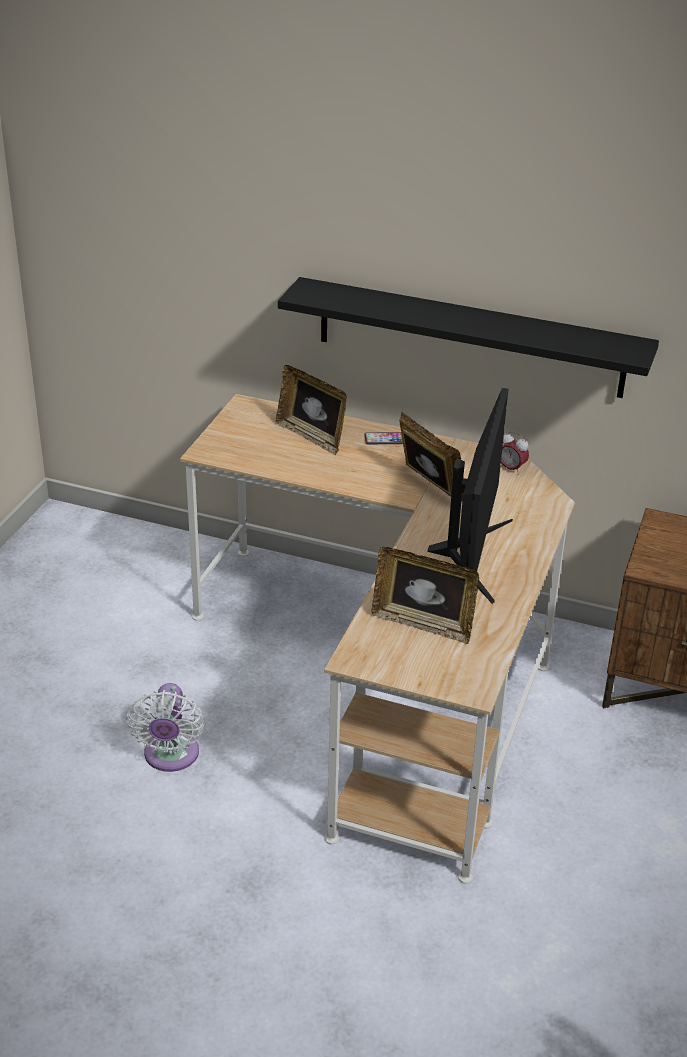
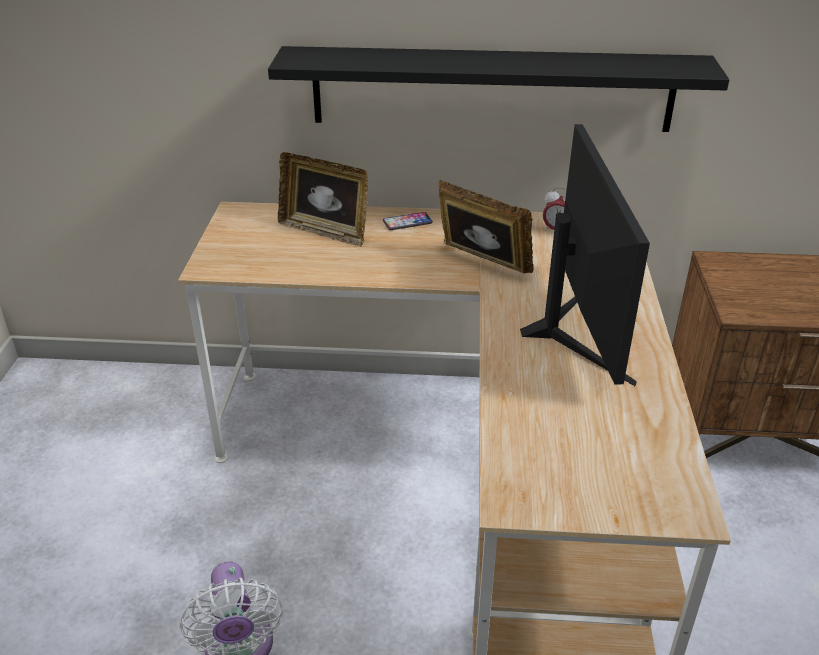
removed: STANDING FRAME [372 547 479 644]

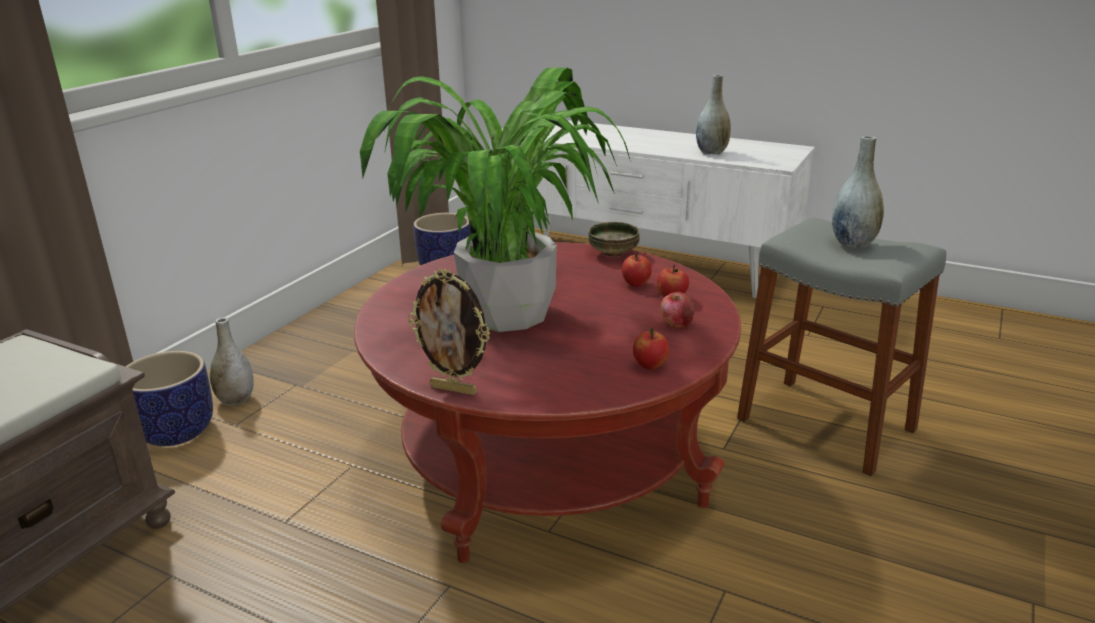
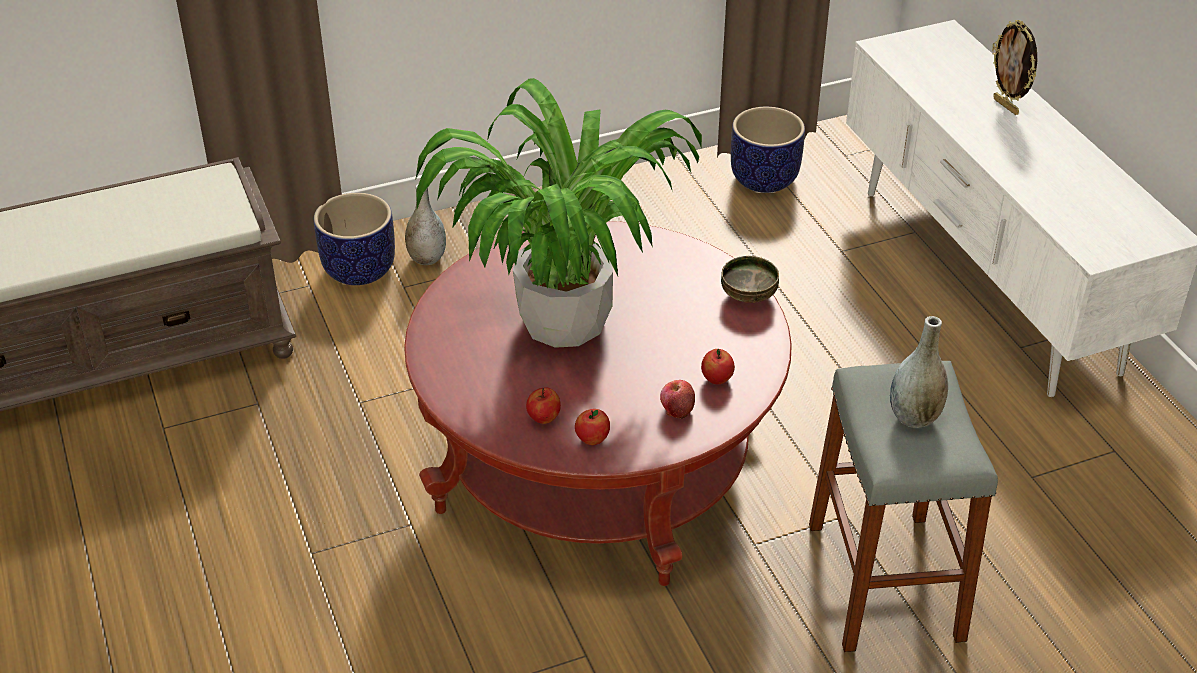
removed: GREYISH FLOWER VASE [696 75 731 155]
moved: APPLE FRUIT [622 251 652 287] to [526 388 561 424]; STANDING FRAME [408 269 490 395] to [992 20 1037 115]

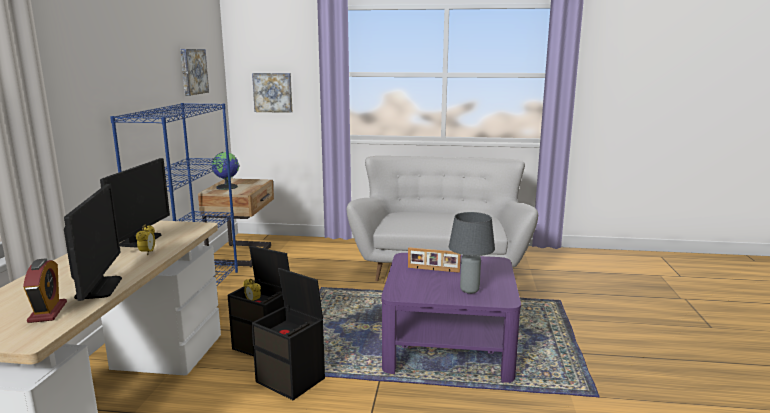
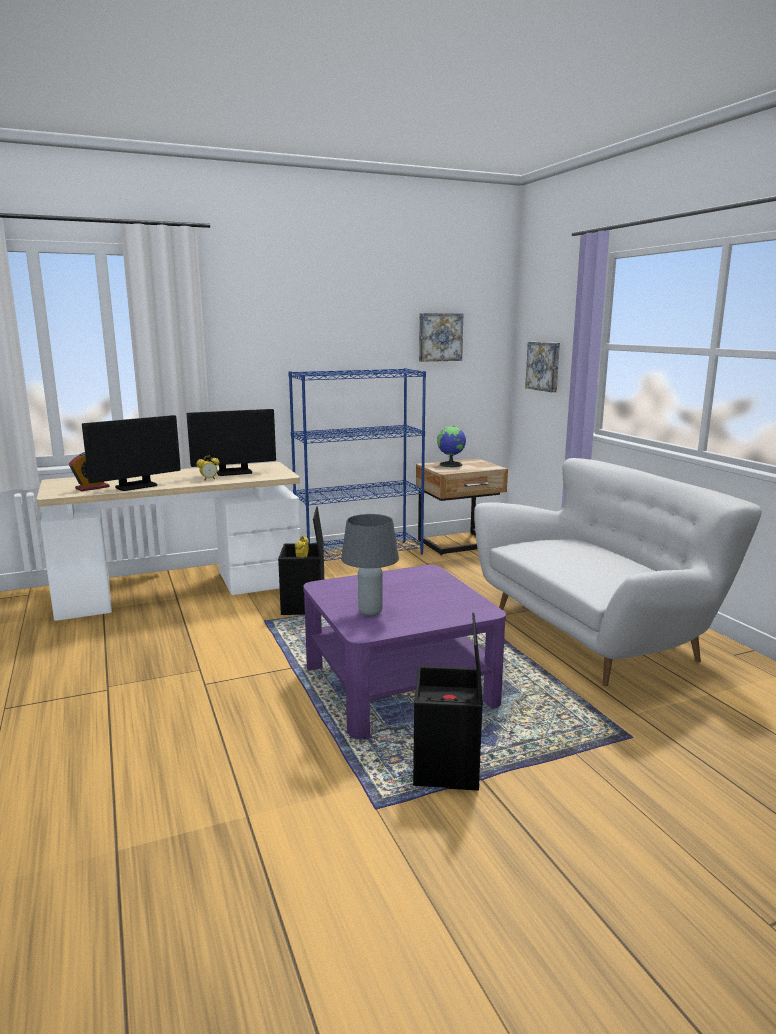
removed: STANDING FRAME [408 247 461 273]
moved: BLACKISH STORAGE BIN [251 268 325 400] to [413 613 483 791]

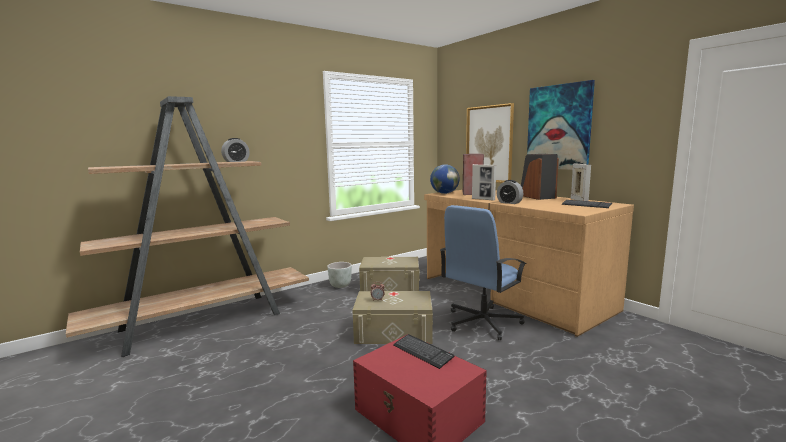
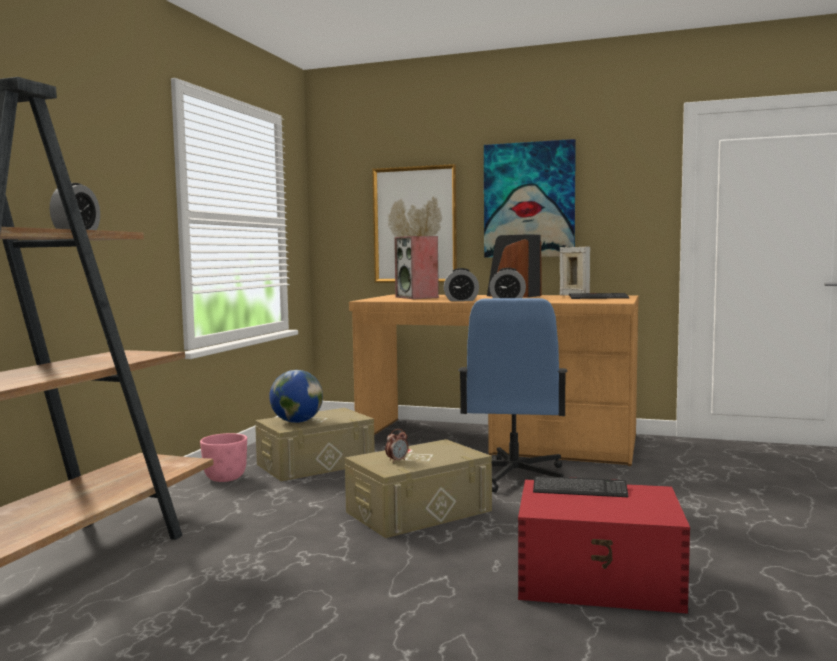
moved: DESK GLOBE [430 164 460 194] to [269 370 323 423]
replaced: STANDING FRAME [472 164 497 201] to TABLE CLOCK [444 268 479 301]
recoloured: GREYISH PLANT POT [327 262 352 288] to PINK-COLOURED PLANT POT [200 433 247 482]

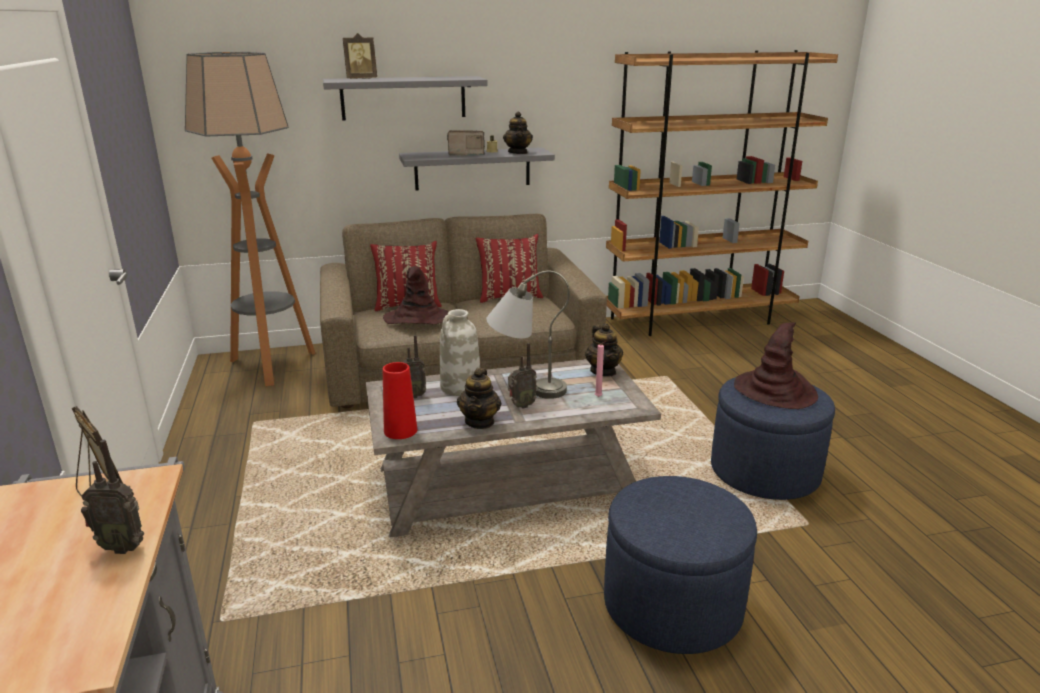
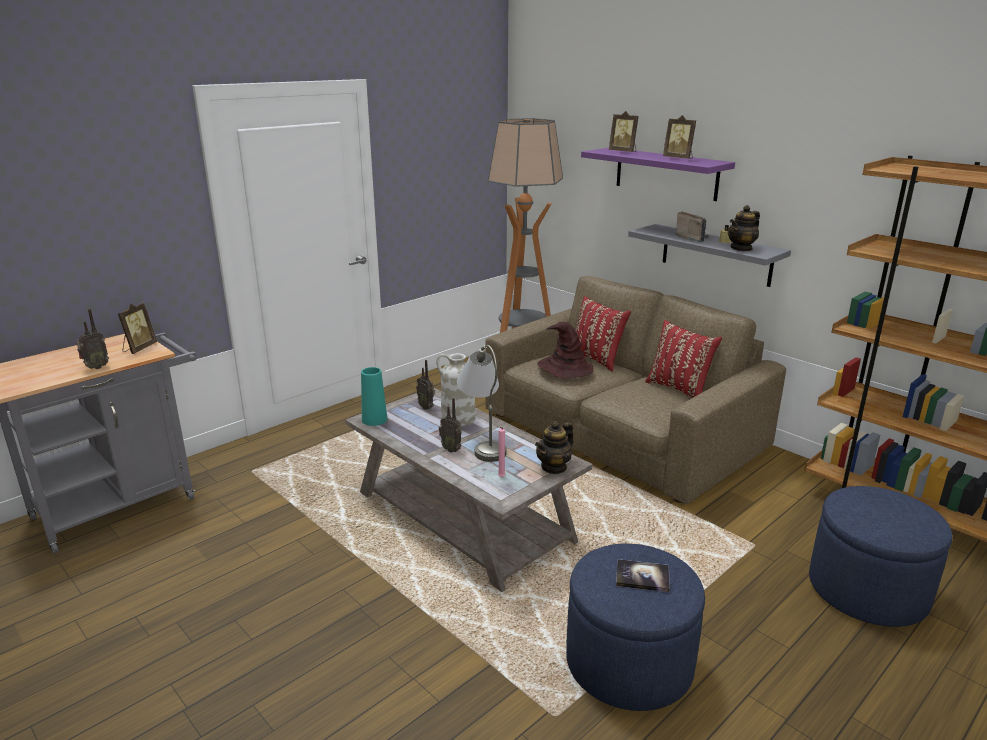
removed: TEA POT [457 368 501 429]
added: STANDING FRAME [663 115 696 159]
moved: BLUE POUFFE [604 476 757 654] to [809 486 952 627]
replaced: BROWNISH HAT [734 322 818 409] to BOUND BOOK [616 559 670 592]
recoloured: GREYISH SHELF [323 76 488 120] to PURPLISH SHELF [581 148 735 201]; RED FLOWER VASE [383 362 417 439] to TURQUOISE FLOWER VASE [361 367 387 426]
turned: RADIO [81 440 144 554] = [76 309 109 369] 105 degrees counterclockwise

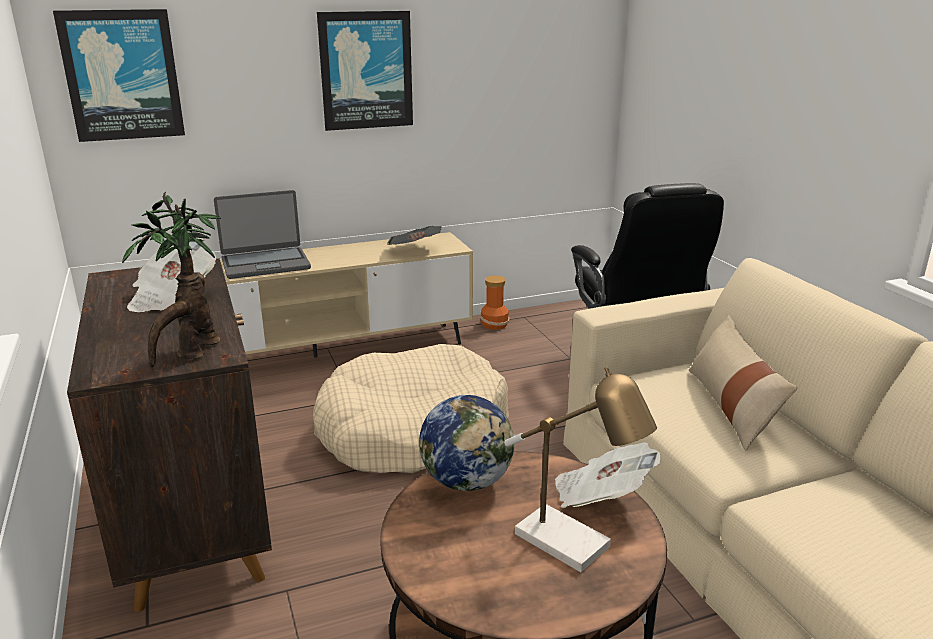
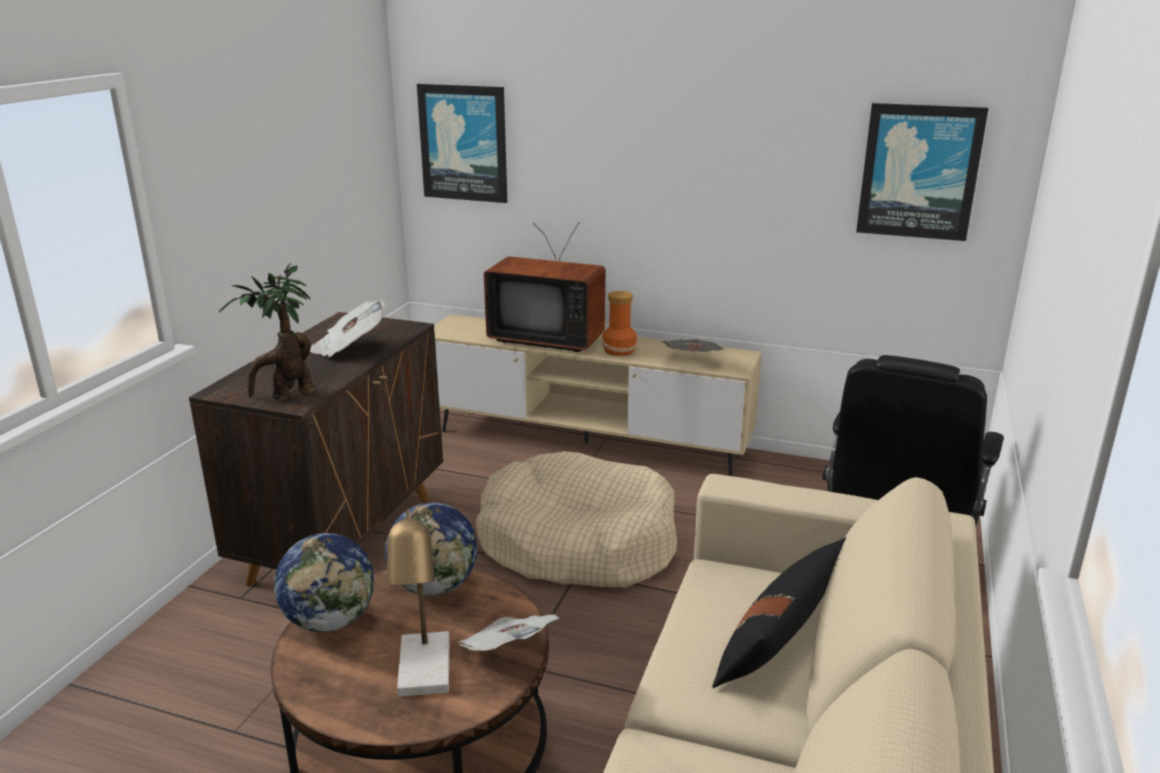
added: DESK GLOBE [274 533 374 632]
moved: PICTURE [317 11 413 131] to [856 103 989 241]; FLOWER VASE [480 276 509 330] to [601 291 638 356]
replaced: LAPTOP [214 190 311 279] to TV [484 222 605 352]
recoloured: BEIGE CUSHION [689 315 798 451] to BLACKISH CUSHION [712 537 846 688]

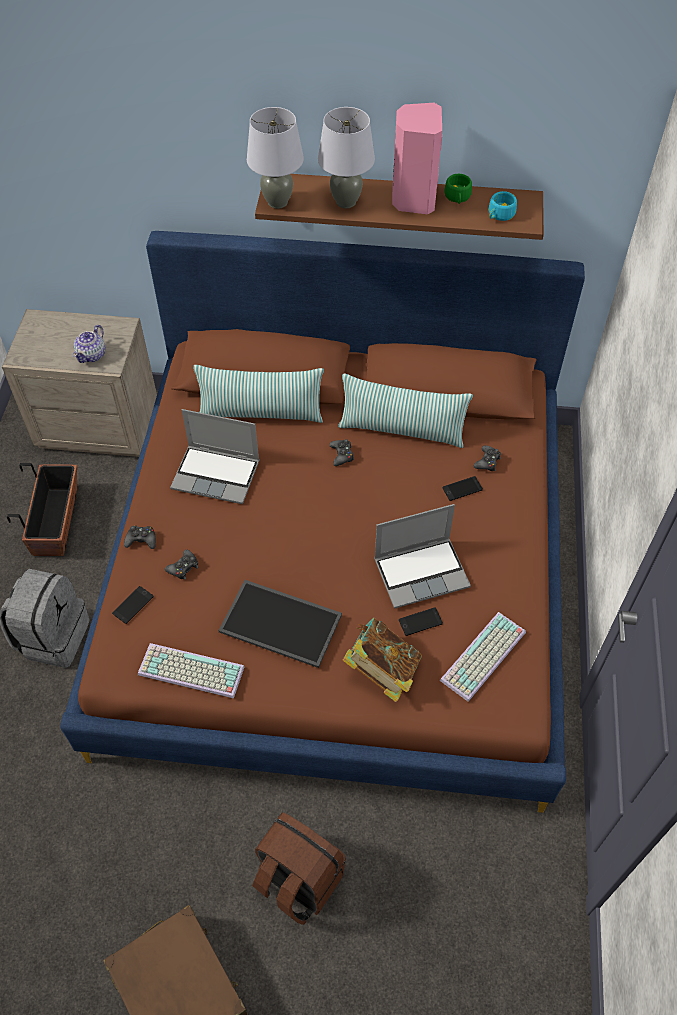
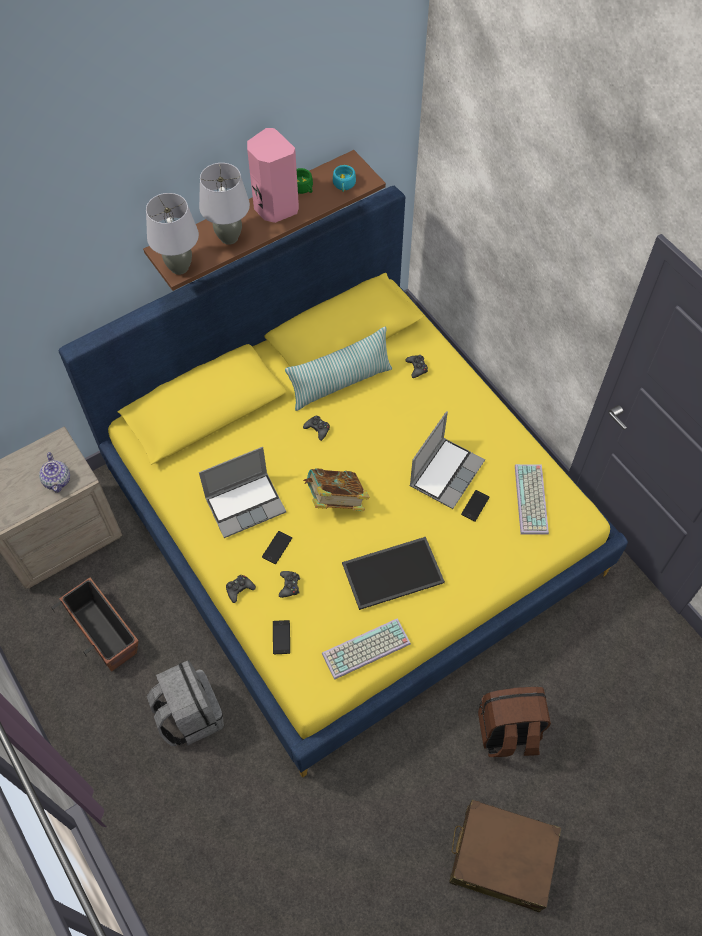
removed: CUSHION [193 365 324 423]
moved: TELEPHONE [443 476 483 501] to [262 531 292 564]; BOUND BOOK [343 618 422 702] to [303 468 369 511]
recoloured: BROWNISH SLEEPING BED [60 231 585 813] to YELLOW SLEEPING BED [58 186 628 777]

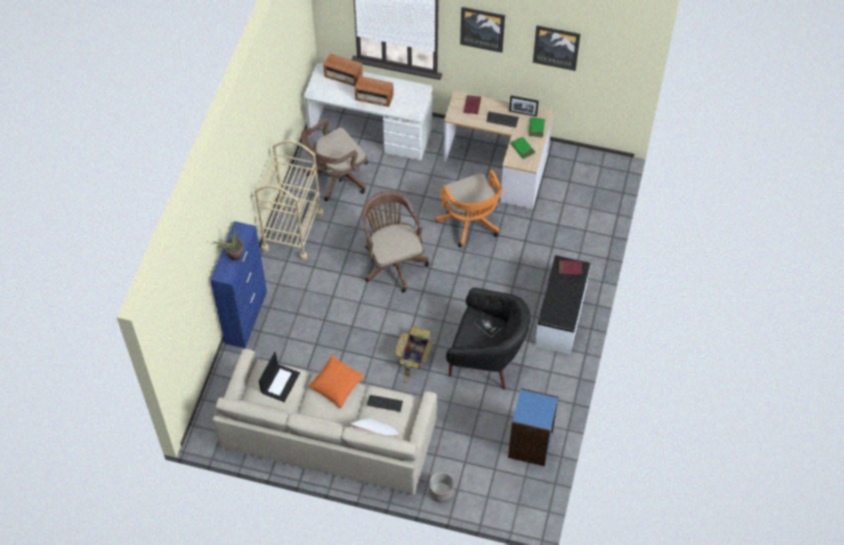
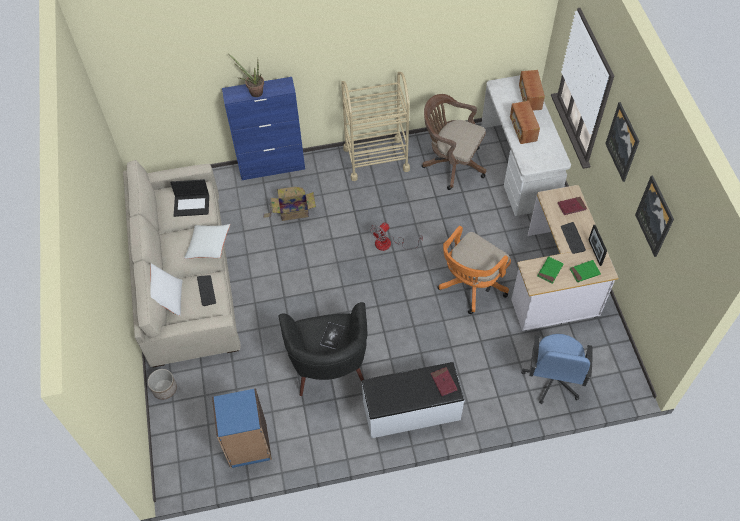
added: BLUE COMPUTER CHAIR [521 334 593 404]
moved: PACKING BOX [394 326 434 383] to [263 186 316 221]
replaced: BROWNISH COMPUTER CHAIR [362 191 429 293] to ELECTRIC FAN [370 222 423 251]
recoloured: ORANGE-COLOURED CUSHION [308 354 364 409] to WHITE CUSHION [184 224 230 259]

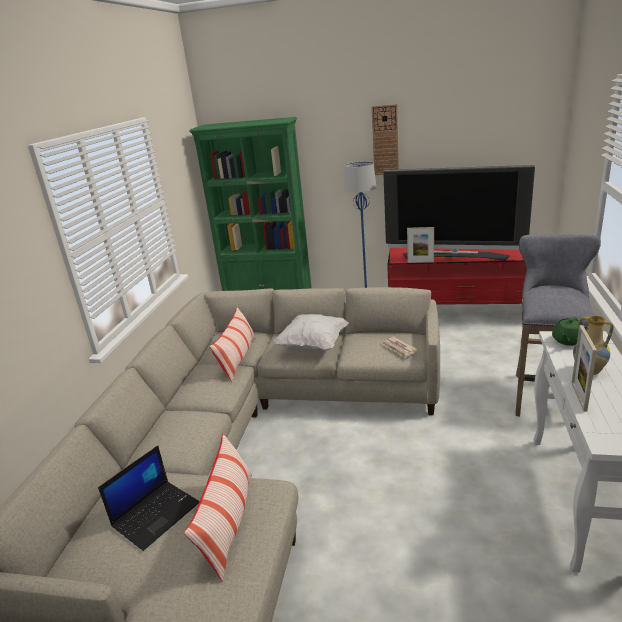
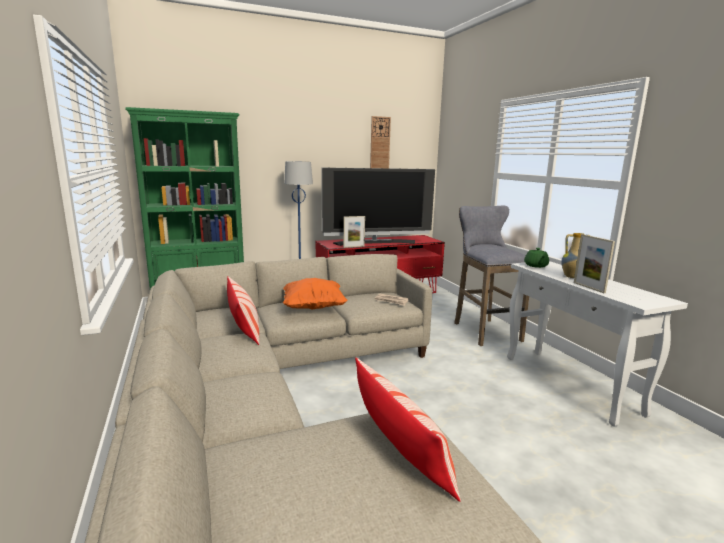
removed: LAPTOP [98 445 200 551]
moved: HANGING CLOCK [371 104 399 175] to [370 116 391 168]
recoloured: WHITE CUSHION [274 314 349 351] to ORANGE-COLOURED CUSHION [282 278 348 309]

